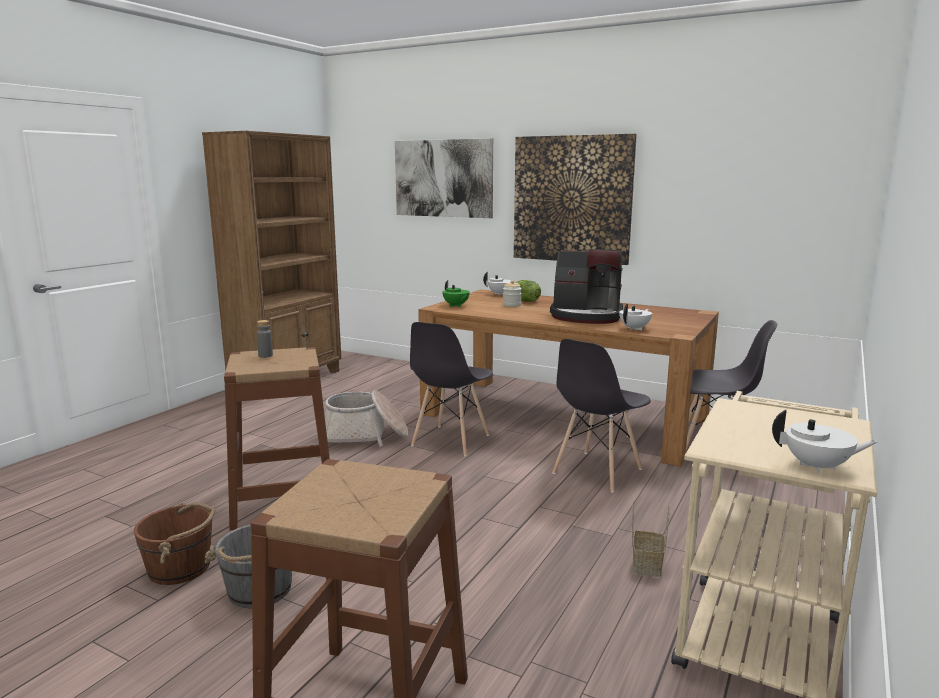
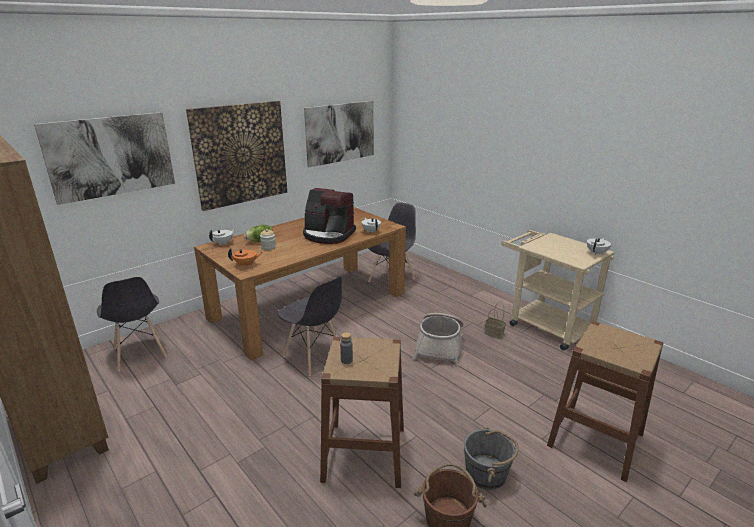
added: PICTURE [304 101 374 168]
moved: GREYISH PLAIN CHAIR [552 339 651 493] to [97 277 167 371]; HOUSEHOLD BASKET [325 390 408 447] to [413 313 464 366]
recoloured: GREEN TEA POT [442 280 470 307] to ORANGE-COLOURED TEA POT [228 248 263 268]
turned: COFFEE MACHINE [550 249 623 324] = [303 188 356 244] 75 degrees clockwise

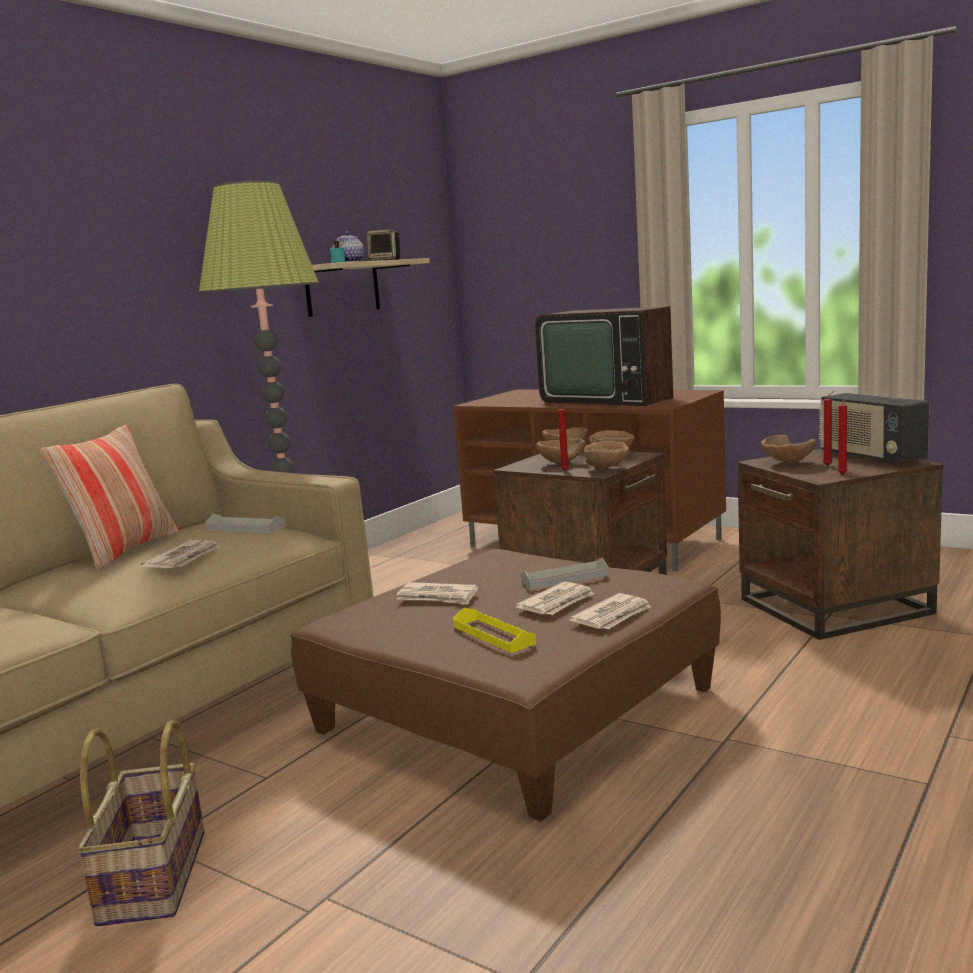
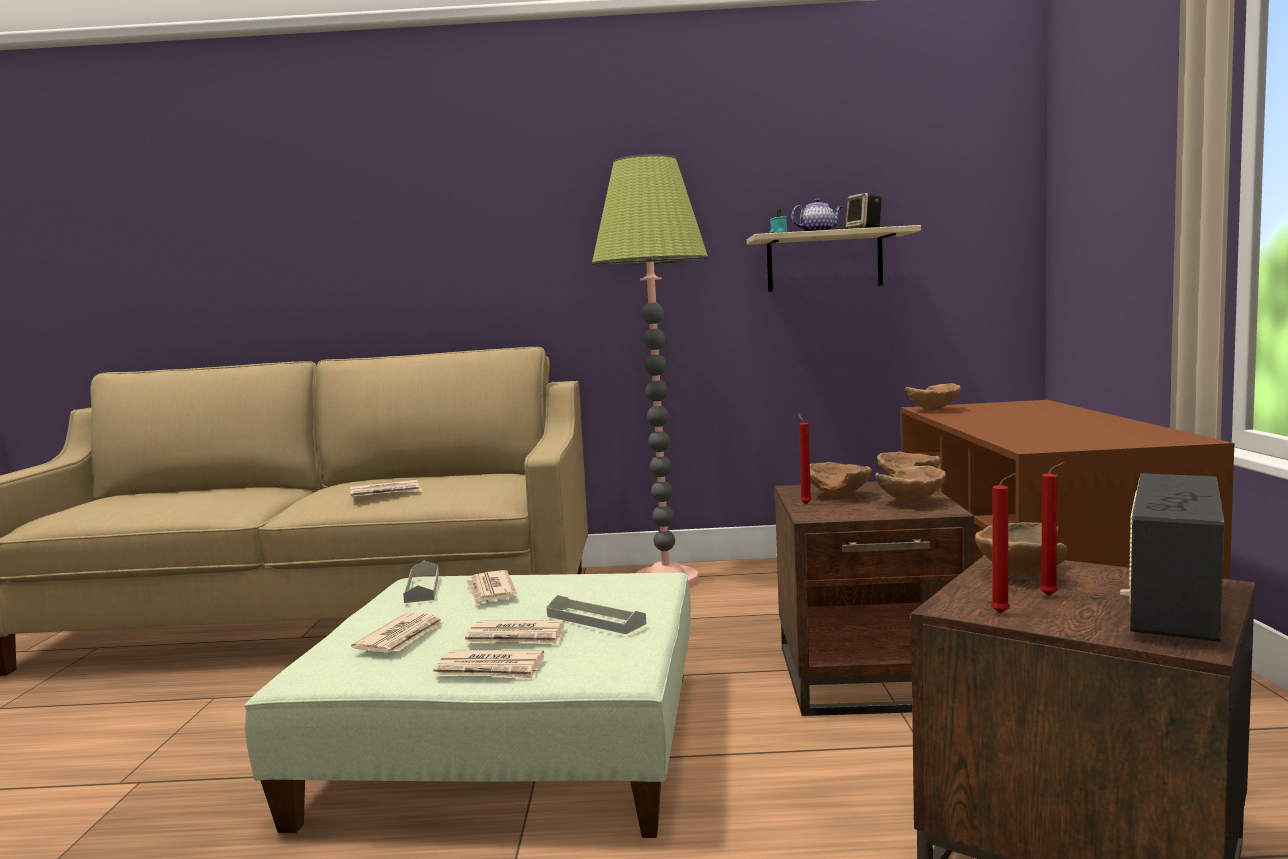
removed: TV [535 306 673 406]; CUSHION [39 425 179 570]; HOUSEHOLD BASKET [77 720 205 926]
moved: BROWNISH DEEP DISH [584 441 629 470] to [905 383 961 411]; GREYISH CARRYING TRAY [205 514 286 534] to [403 561 439 603]
replaced: YELLOW CARRYING TRAY [453 607 536 653] to PRINTED PAPER [351 613 444 653]
recoloured: BROWNISH POUFFE [290 549 721 822] to GREEN POUFFE [244 572 691 838]

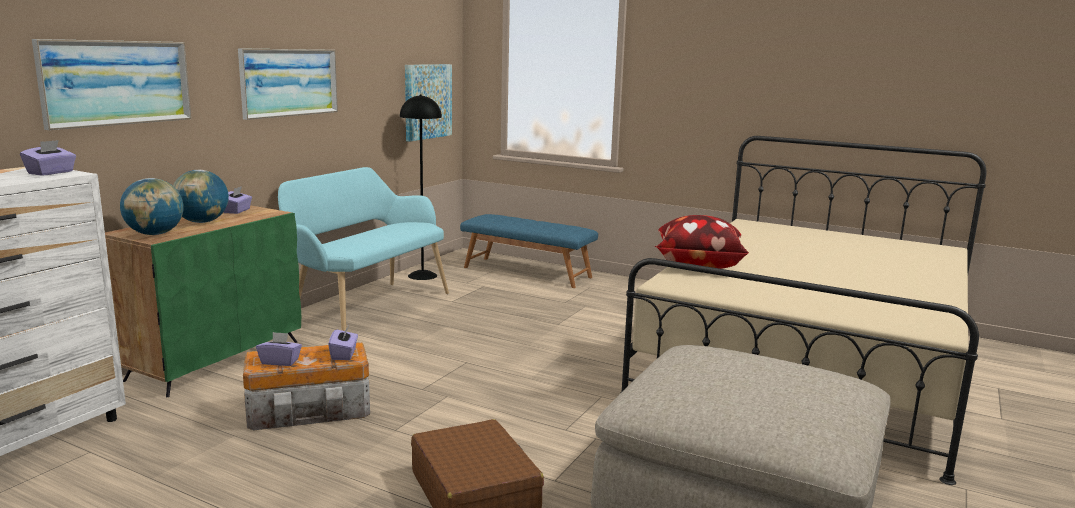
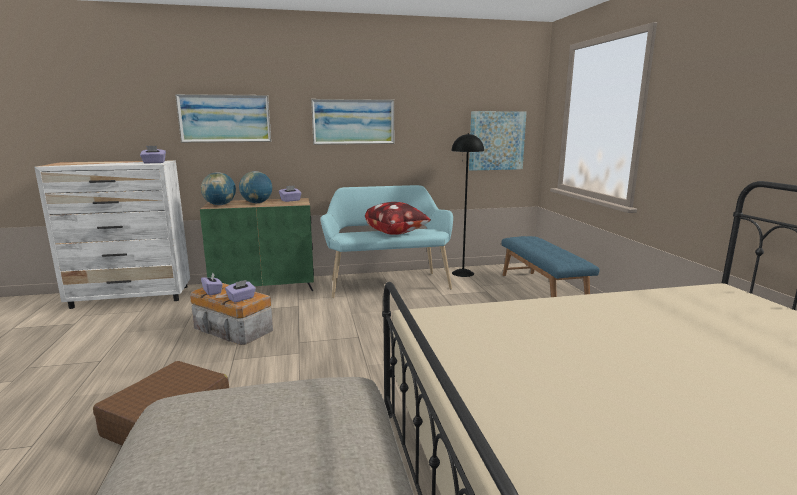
moved: CUSHION [655 215 749 269] to [365 202 431 235]

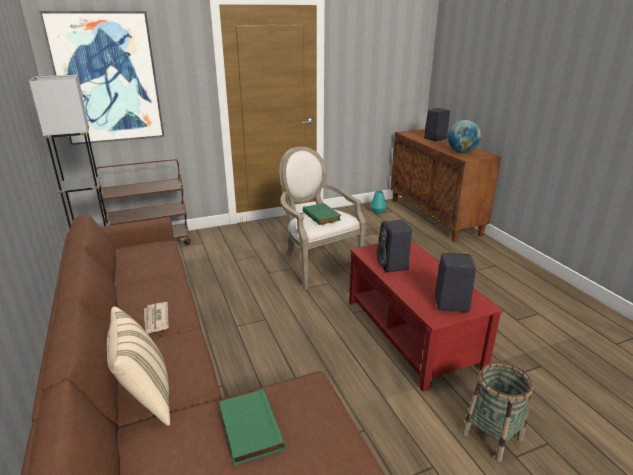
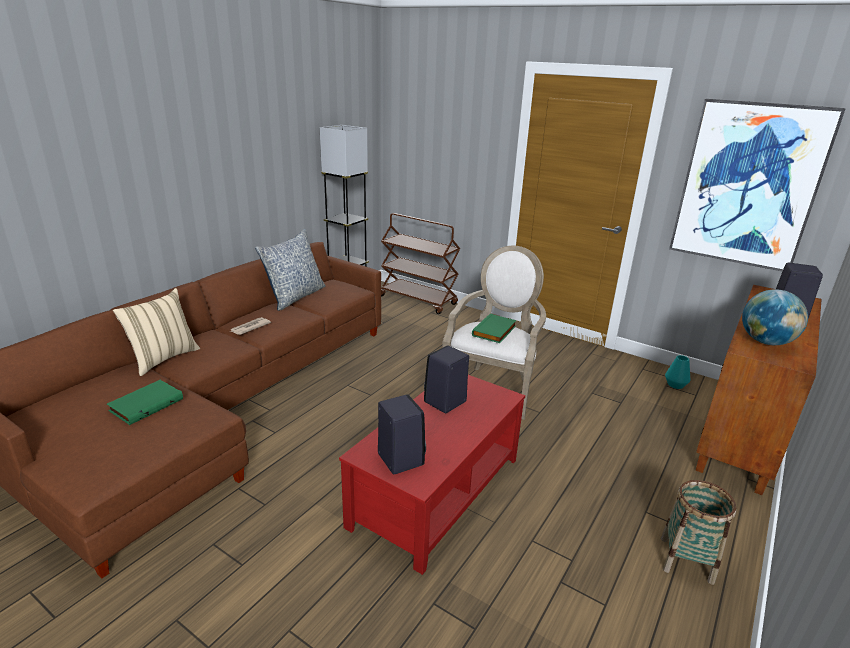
added: CUSHION [255 229 326 311]
moved: PICTURE [39 11 164 145] to [669 99 846 272]; HOUSEHOLD BASKET [462 362 533 462] to [661 480 736 585]

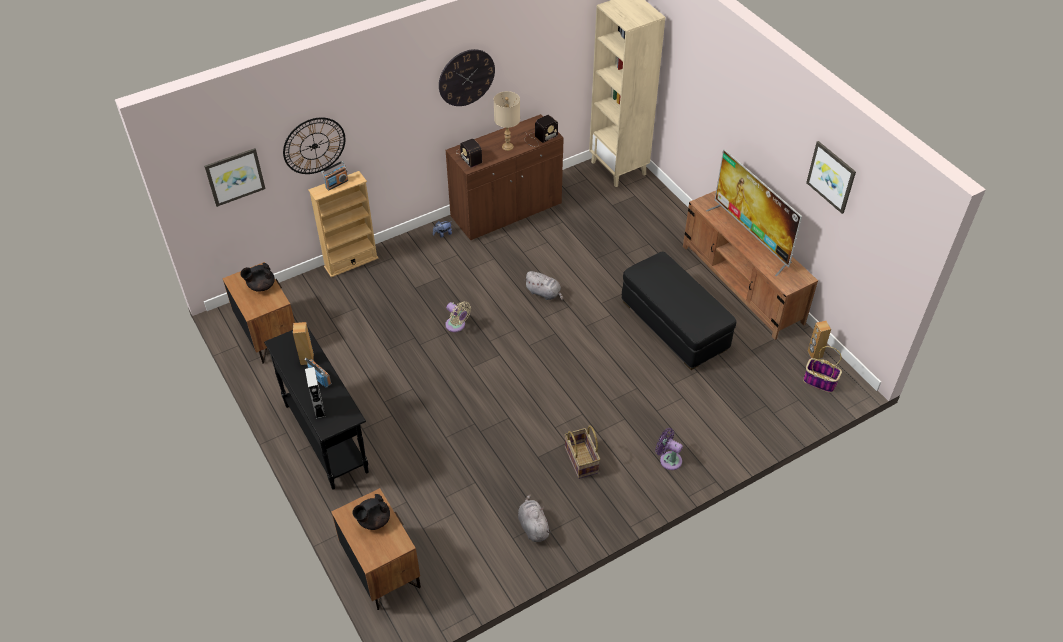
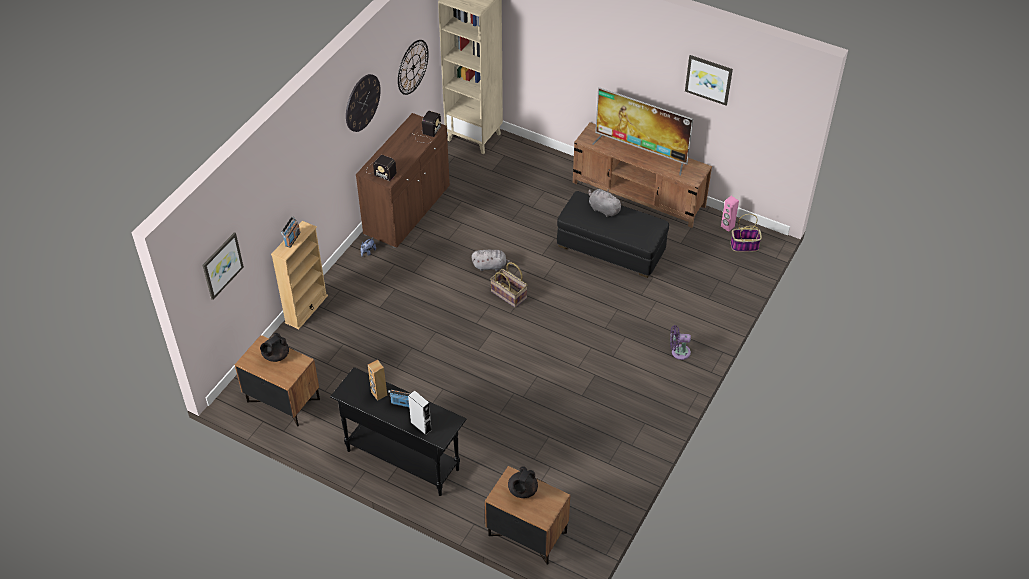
removed: BEIGE TABLE LAMP [494 91 520 151]; BEIGE ELECTRIC FAN [445 301 471 332]
moved: HANGING CLOCK [283 117 345 174] to [398 40 429 95]; HOUSEHOLD BASKET [565 425 600 479] to [490 262 527 308]; GREYISH SOFT TOY [518 494 551 542] to [588 189 623 217]
recoloured: BROWNISH AUDIO SPEAKER [808 321 831 359] to PINK-COLOURED AUDIO SPEAKER [721 196 739 232]

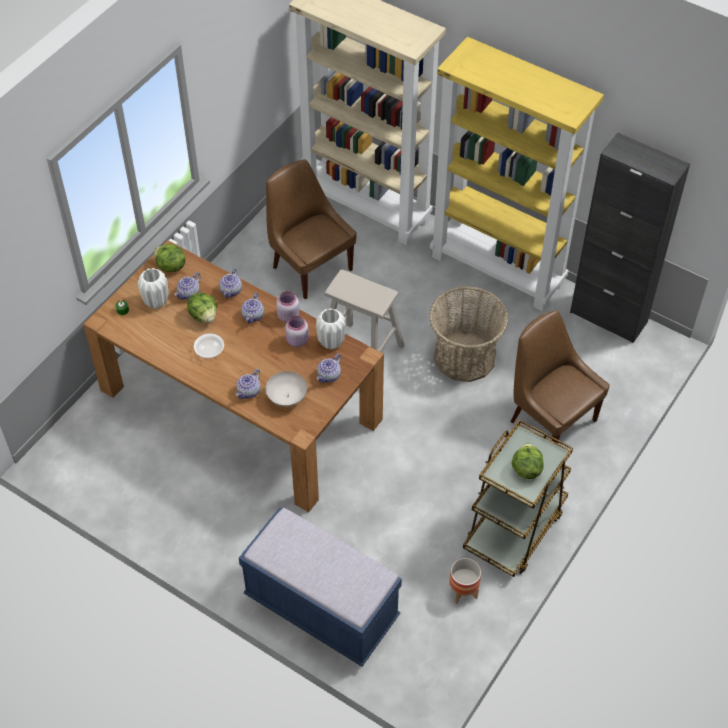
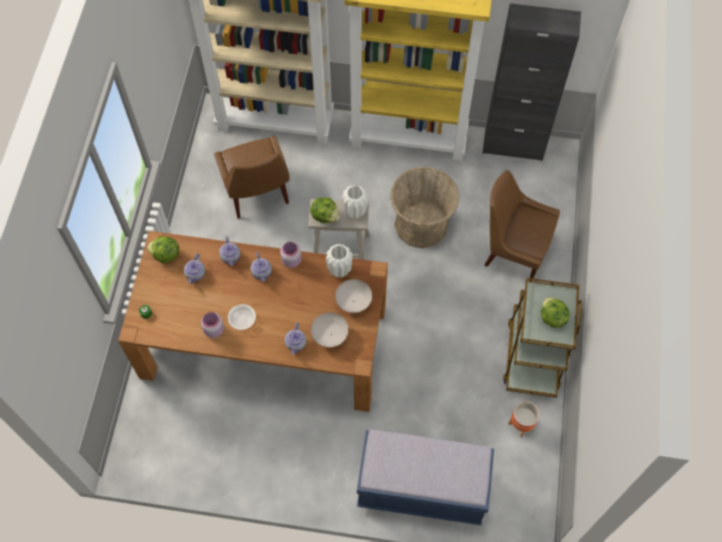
moved: WHITE FLOWER VASE [138 268 168 309] to [342 185 368 218]; LETTUCE [187 292 217 323] to [310 198 340 223]; PINK-COLOURED JAR [285 316 309 347] to [201 312 224 338]
replaced: TEA POT [317 354 341 383] to WHITE DEEP DISH [335 279 372 313]
turned: BROWNISH PLAIN CHAIR [266 159 357 299] = [214 136 289 219] 135 degrees counterclockwise

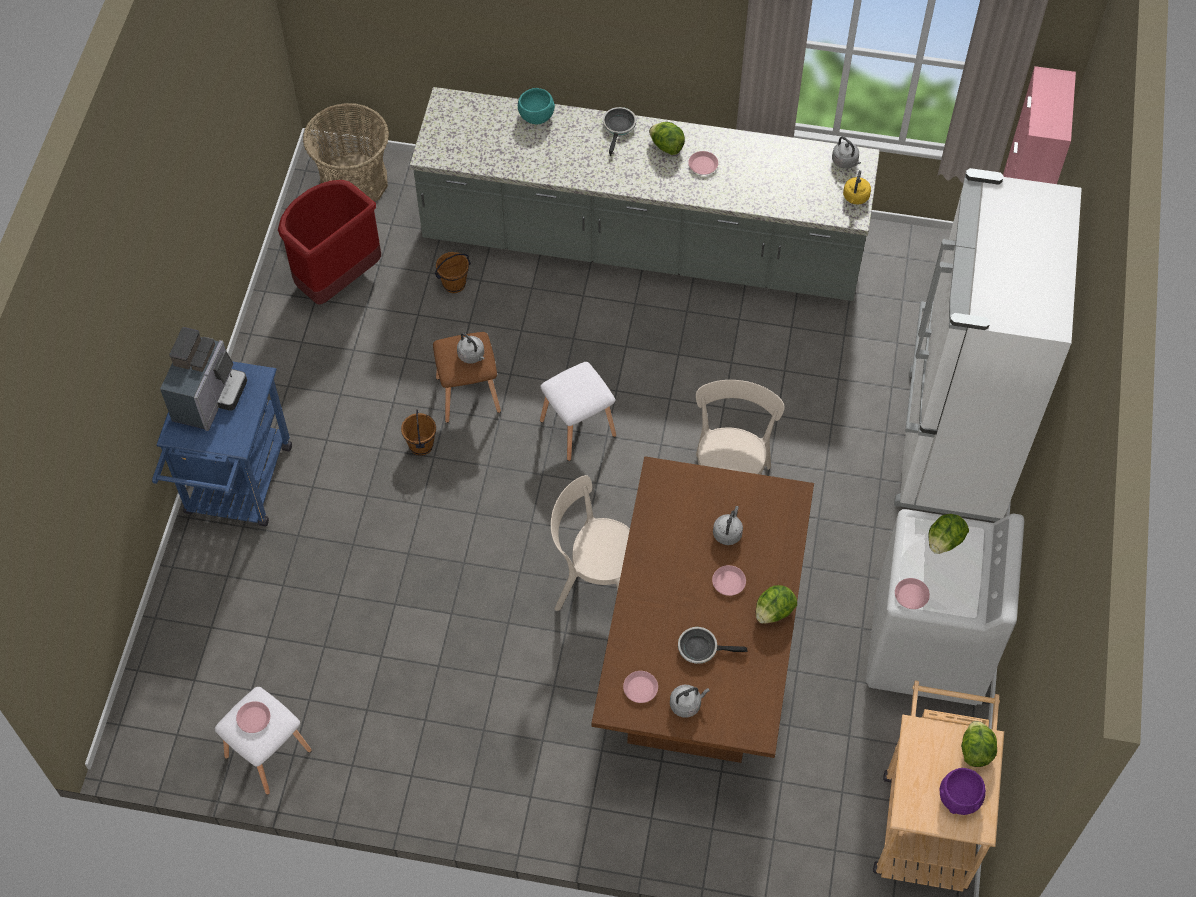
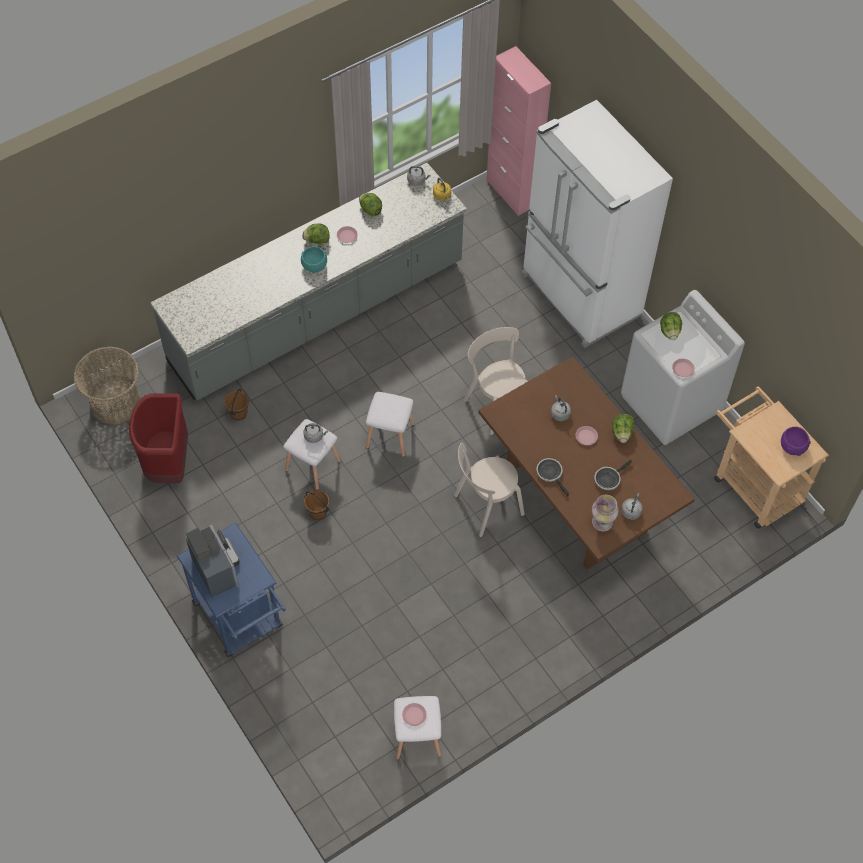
moved: TURQUOISE DEEP DISH [518 88 555 124] to [301 246 327 273]; PAN [603 107 636 156] to [536 458 569 496]; LETTUCE [961 721 997 767] to [359 193 382 216]
replaced: PINK-COLOURED PLATE [623 671 658 703] to FLOWER VASE [592 495 618 531]
recoloured: BROWNISH STOOL SEAT [433 332 501 423] to WHITE STOOL SEAT [283 419 341 490]

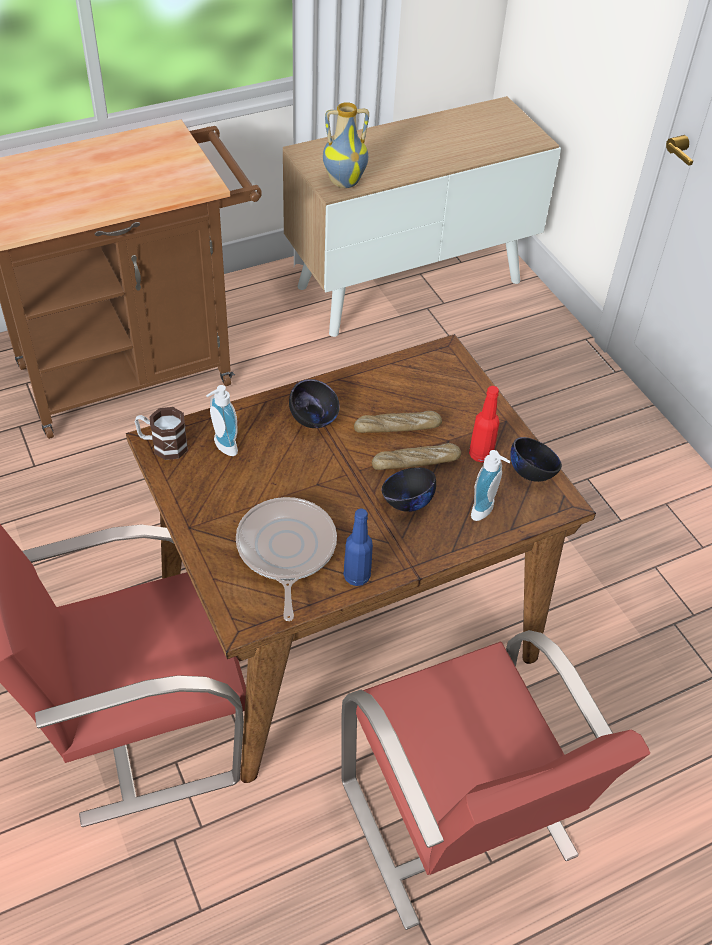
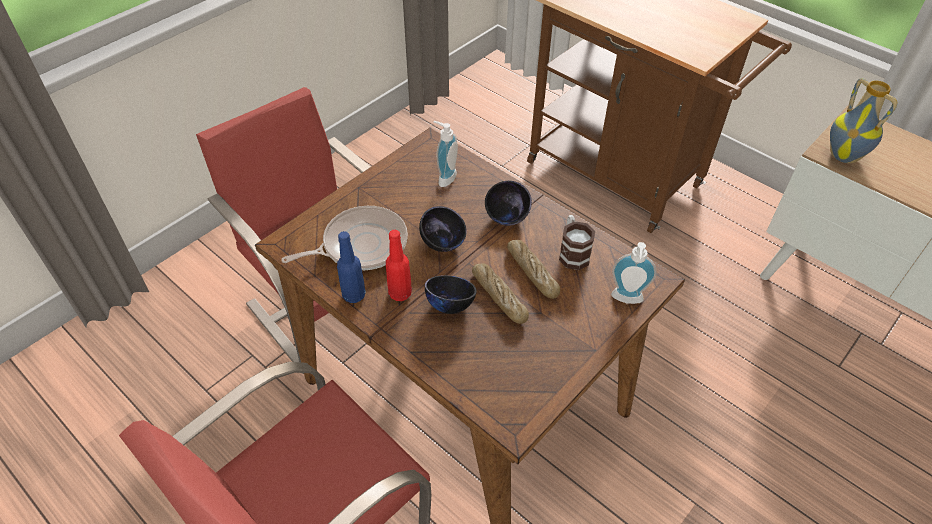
moved: RED DRINK BOTTLE [469 386 499 462] to [386 230 412 301]; TEA MUG [135 407 188 460] to [559 215 595 270]; BLACKISH DEEP DISH [510 437 562 482] to [419 206 467 252]; SOAP DISPENSER [471 450 511 521] to [611 242 657 304]

